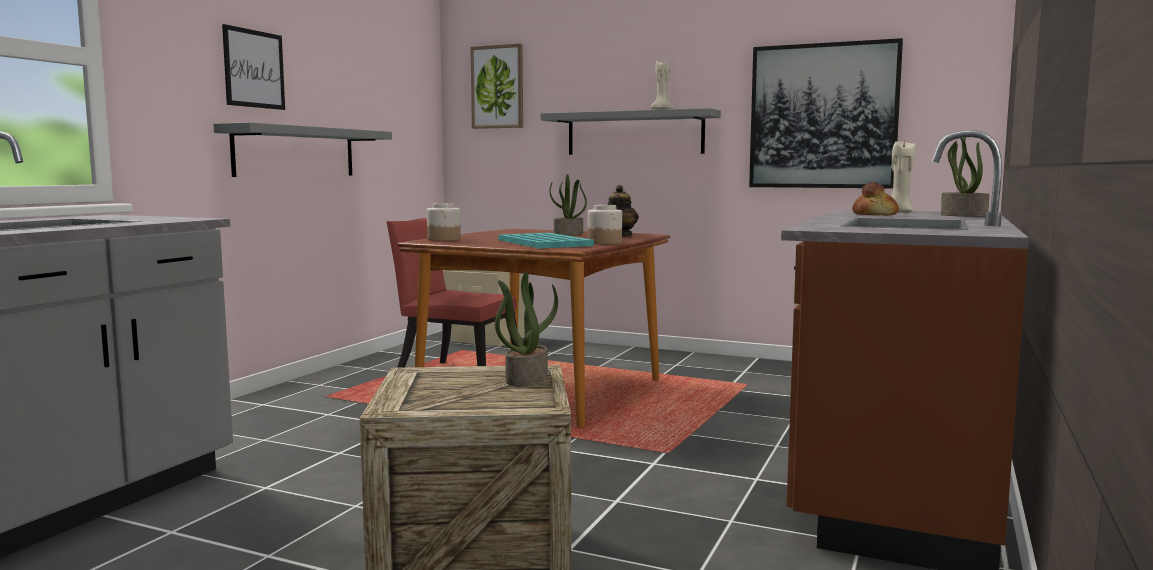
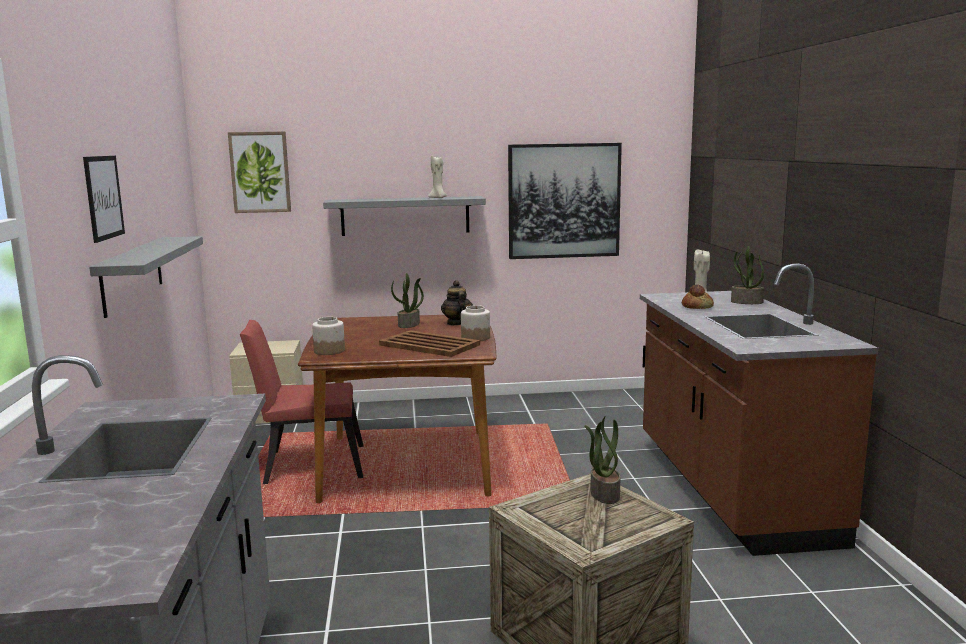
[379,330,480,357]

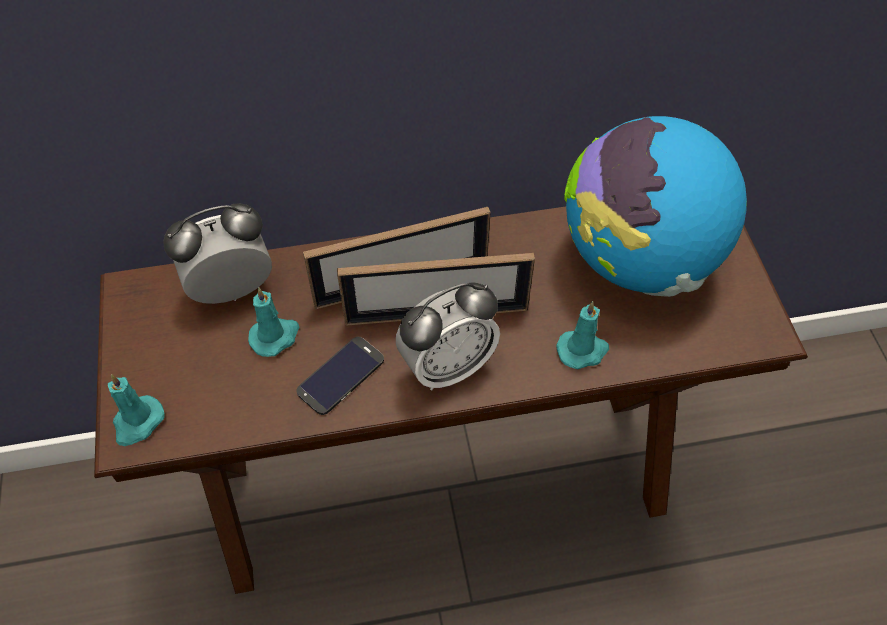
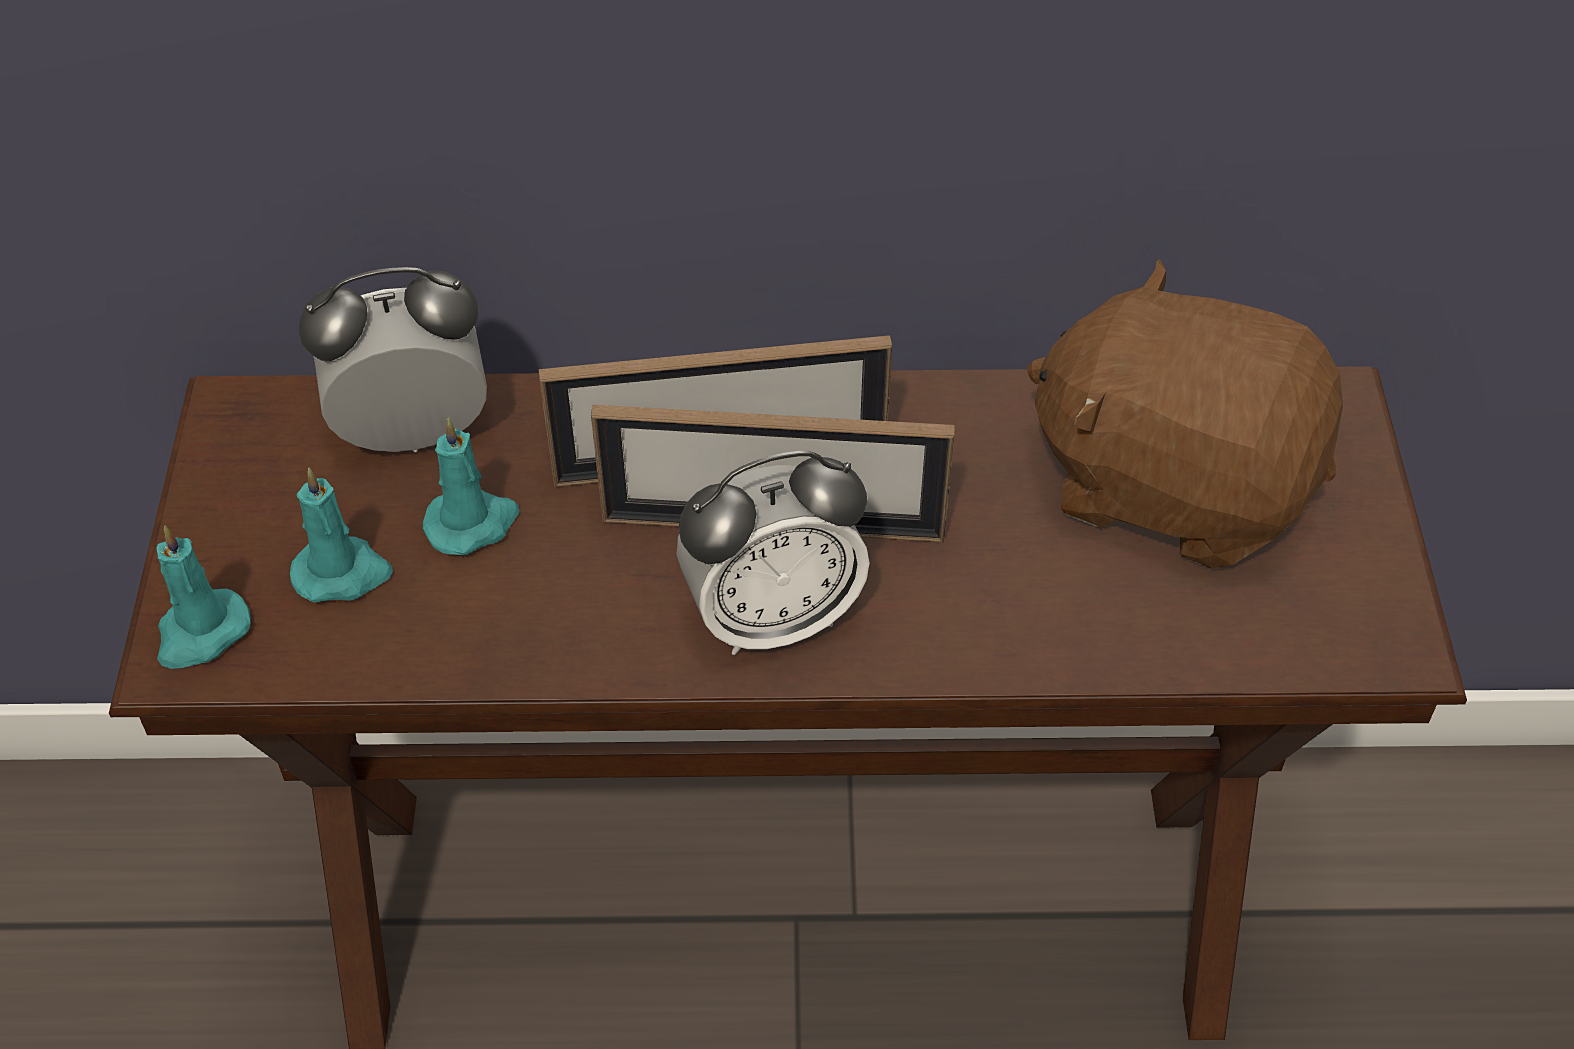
[296,337,384,415] (first image)
[290,467,393,603]
[1027,259,1343,569]

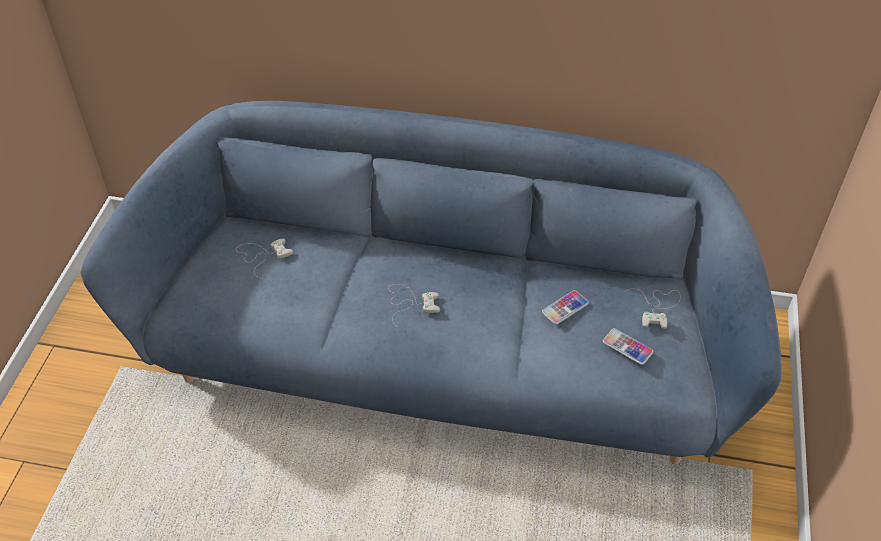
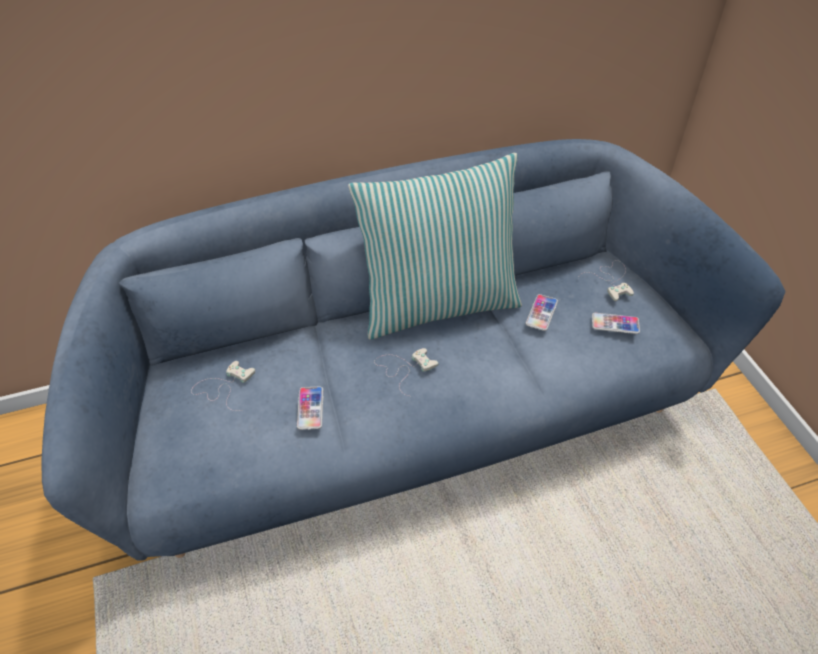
[297,387,323,430]
[348,153,522,340]

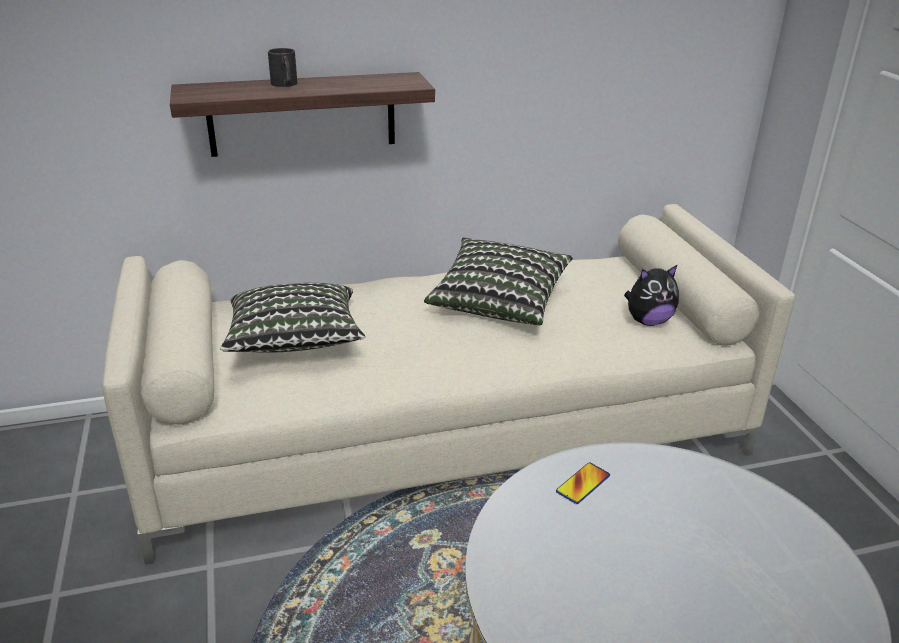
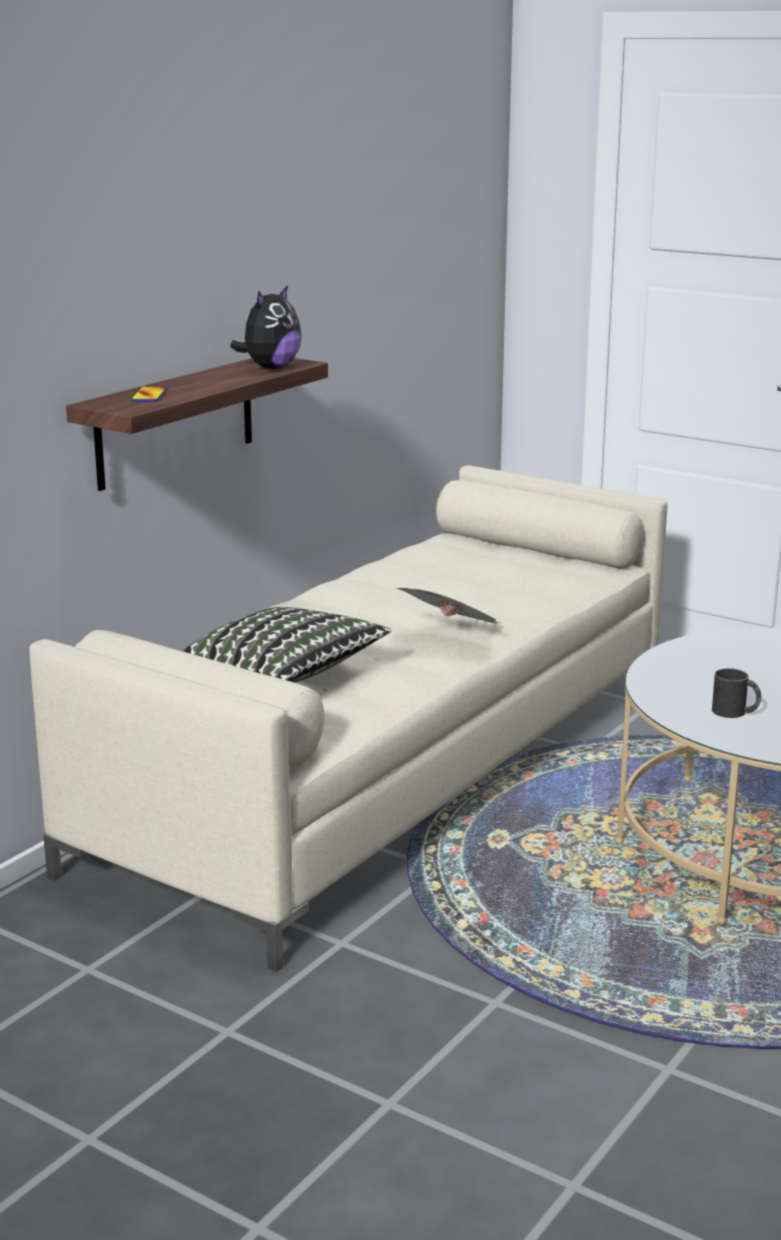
[712,668,761,718]
[424,237,573,326] (first image)
[131,386,168,402]
[230,285,302,369]
[396,588,502,623]

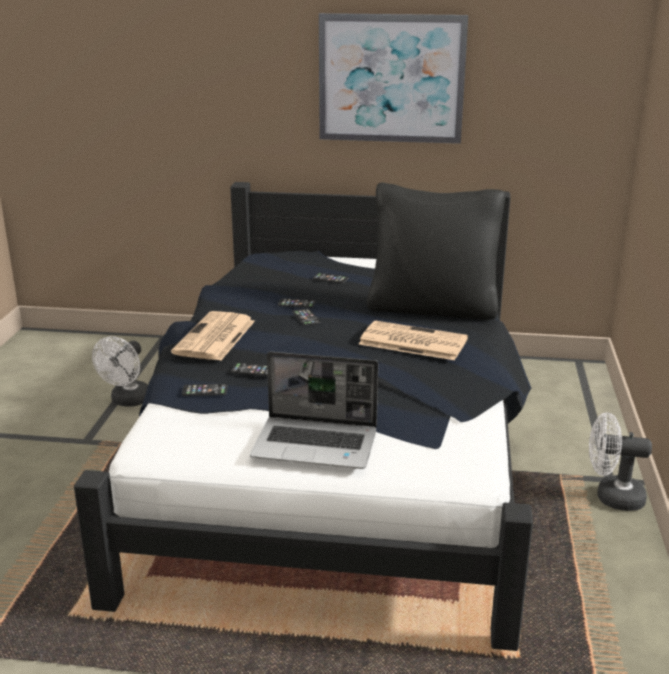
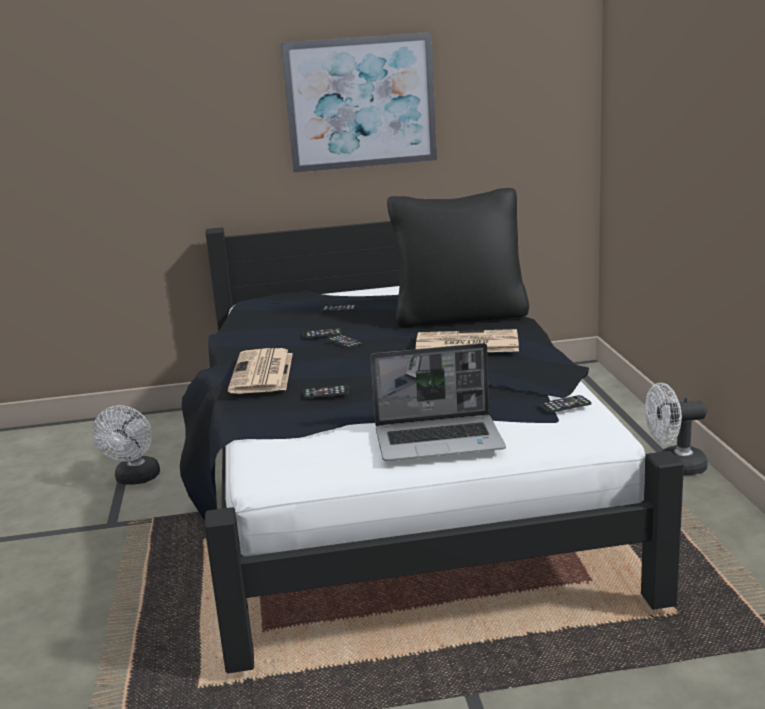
[539,395,592,413]

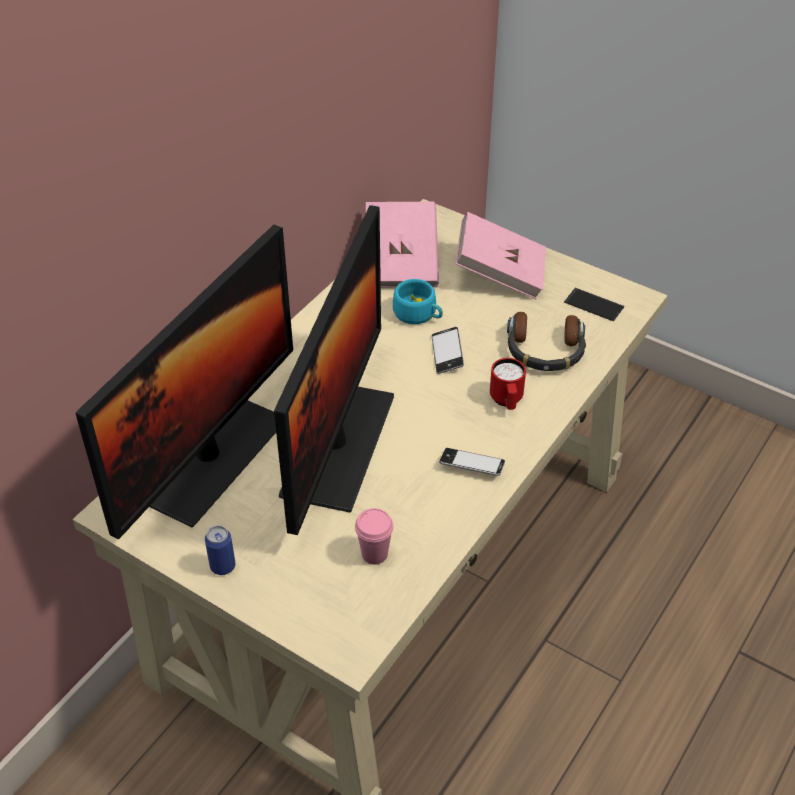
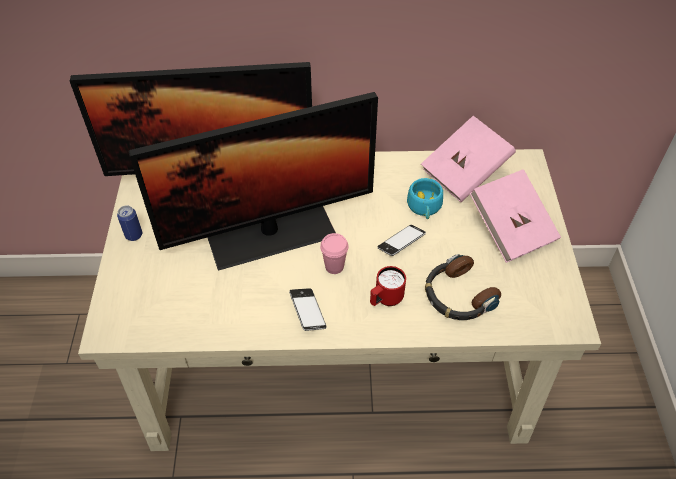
[320,233,349,274]
[564,288,624,321] (first image)

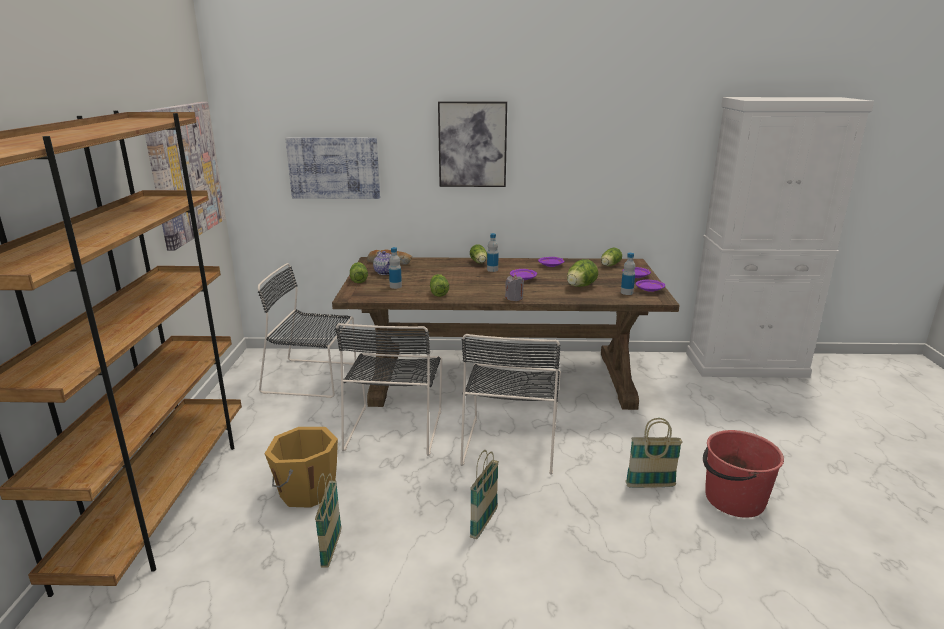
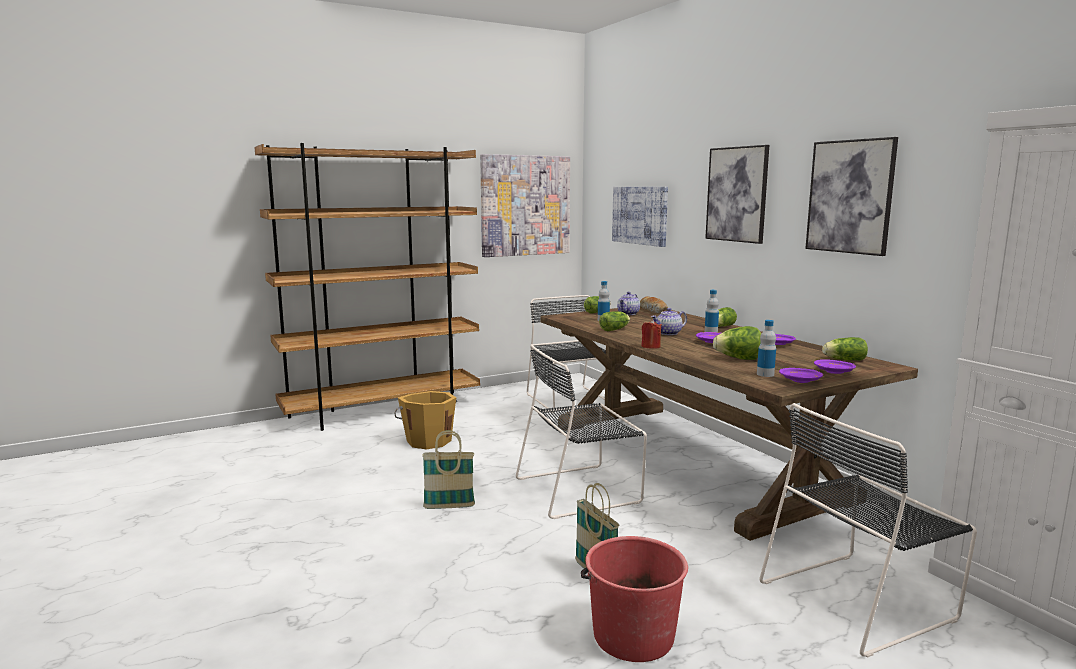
[315,473,341,568] (first image)
[759,403,977,658]
[641,319,662,349]
[651,308,687,335]
[805,137,898,256]

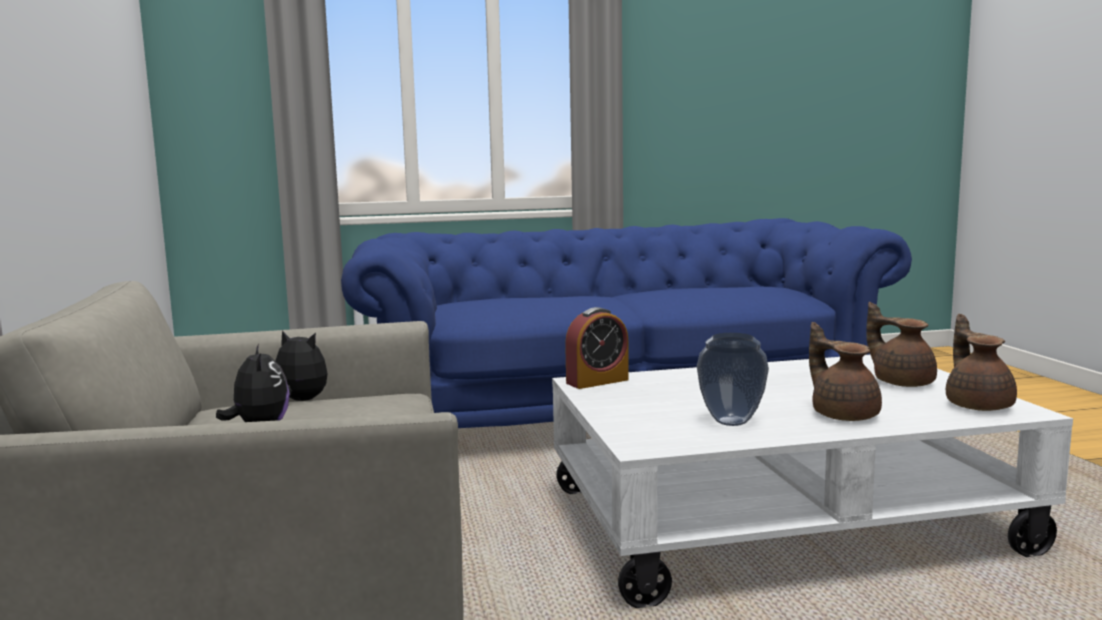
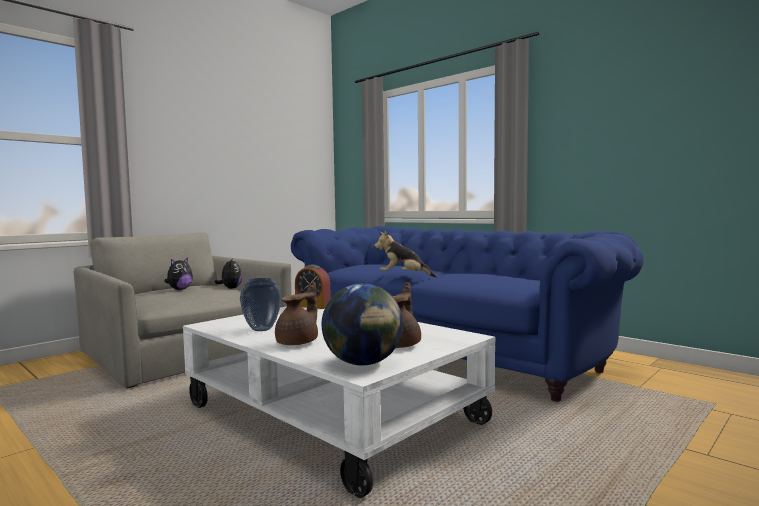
[322,283,403,366]
[375,231,437,277]

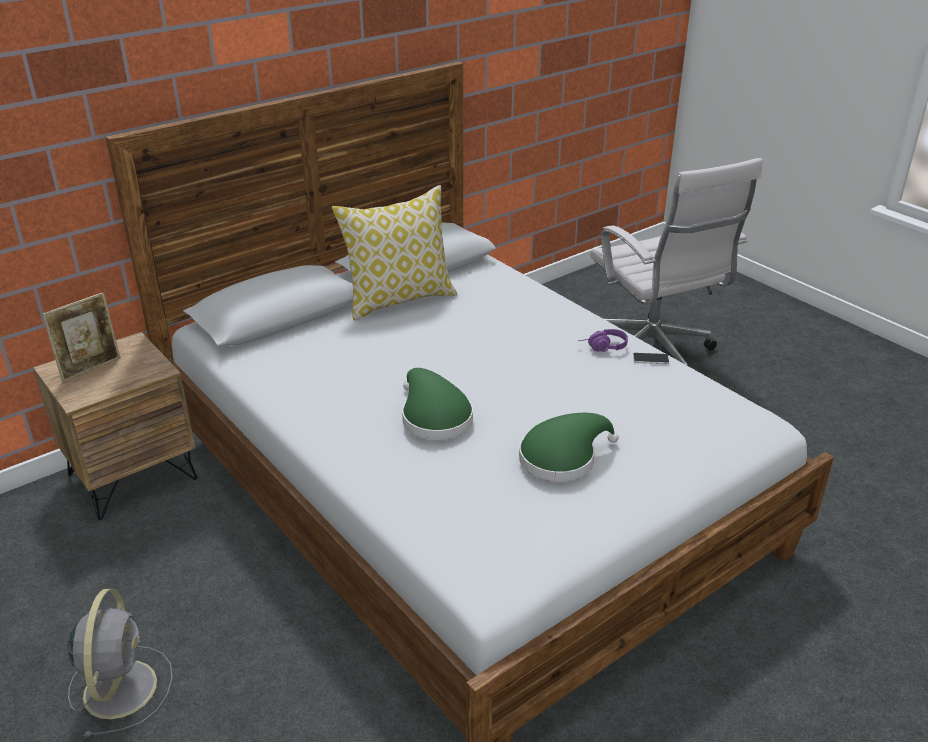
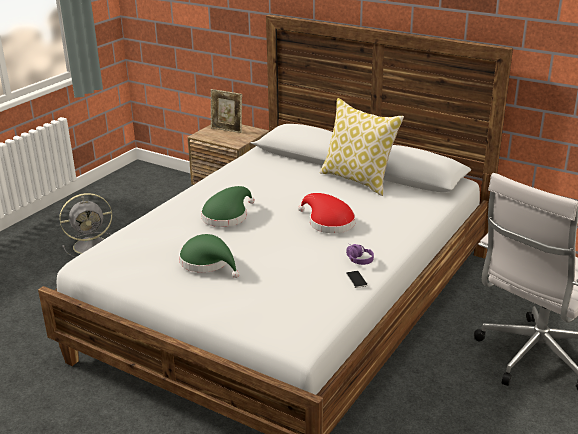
[298,193,355,233]

